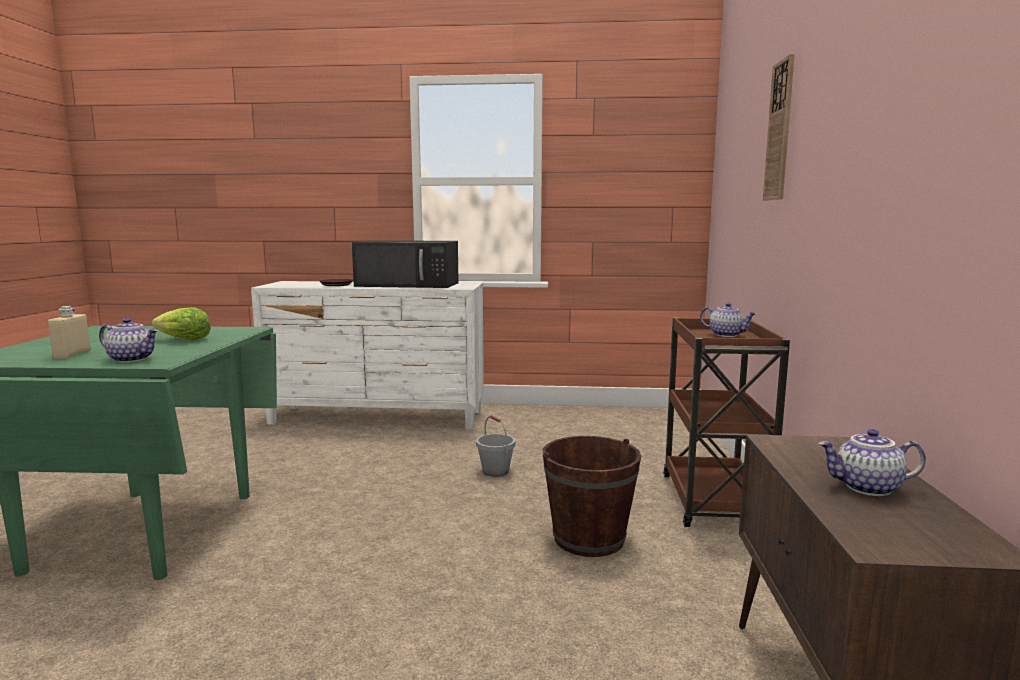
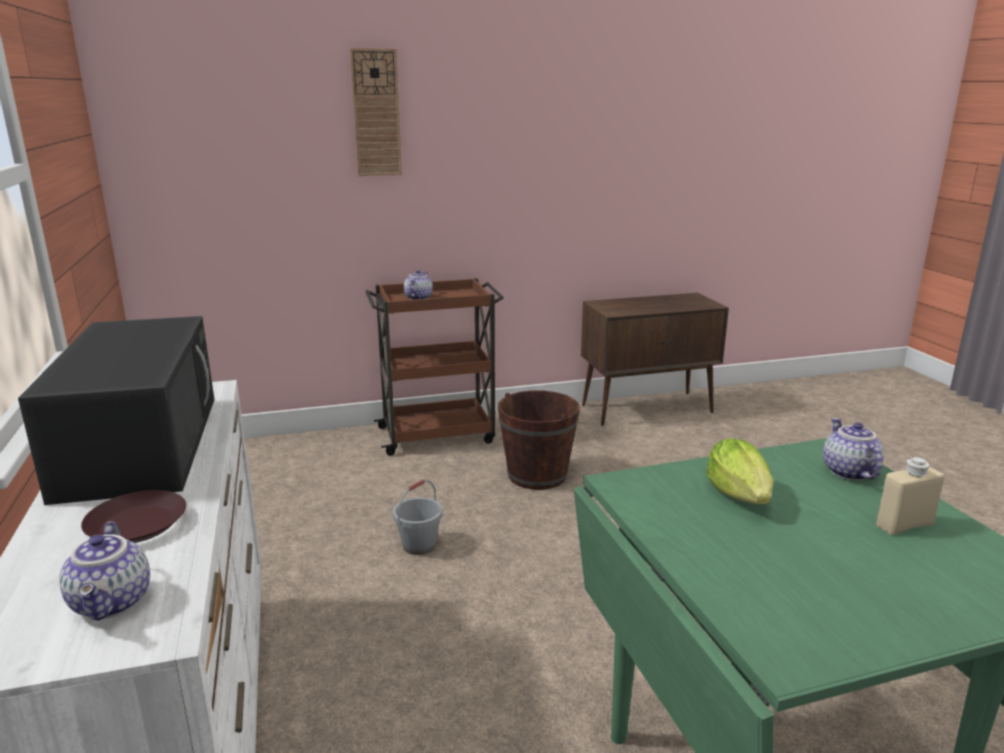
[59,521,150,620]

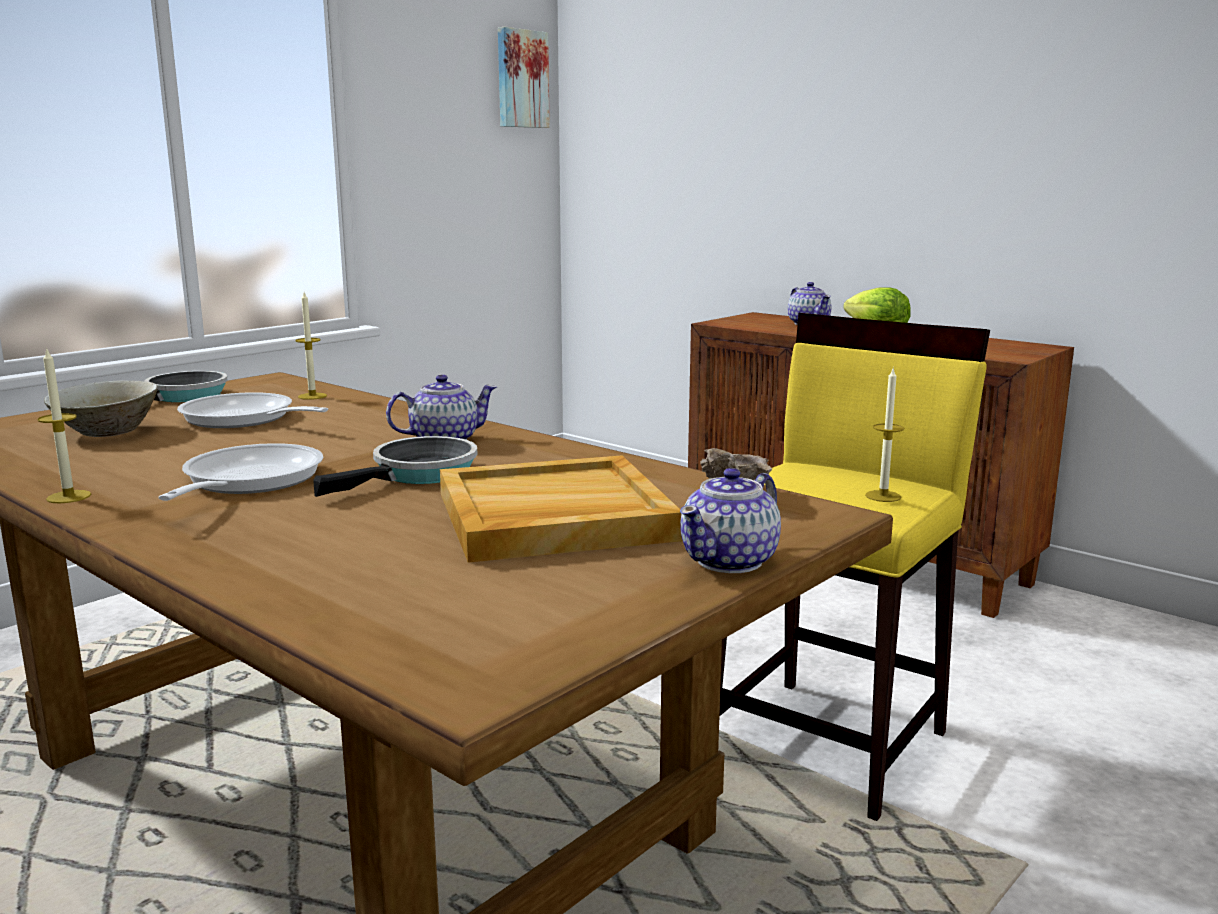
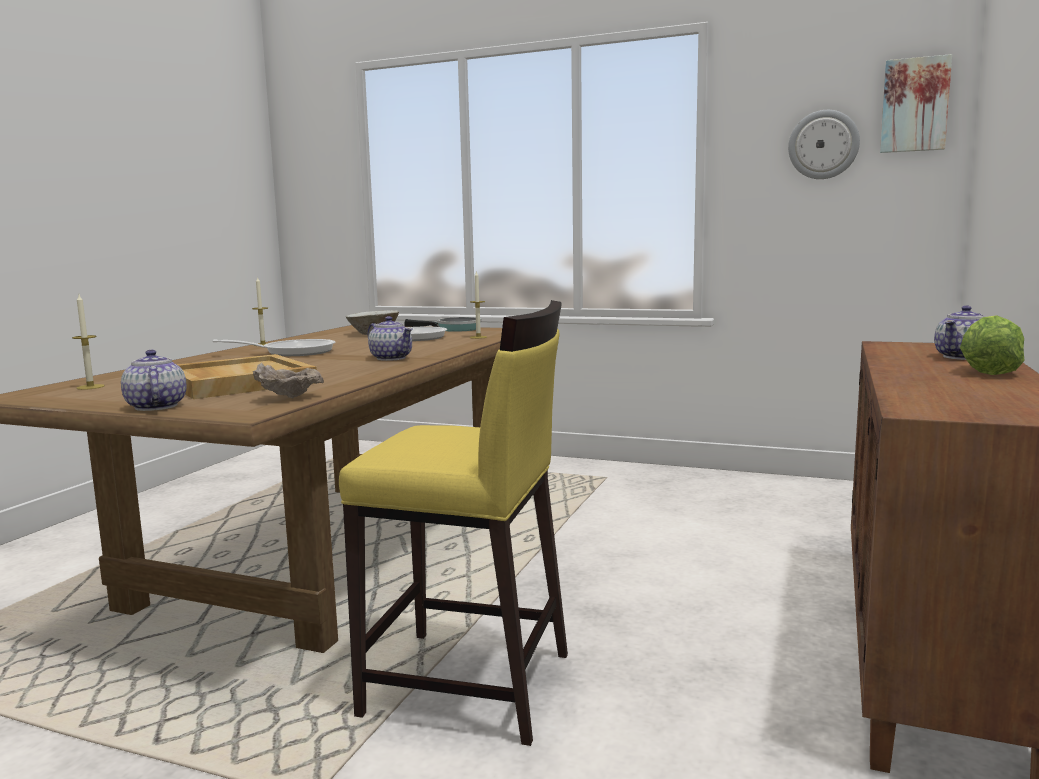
[313,436,477,497] (first image)
[121,350,186,411]
[72,295,105,390]
[788,110,860,179]

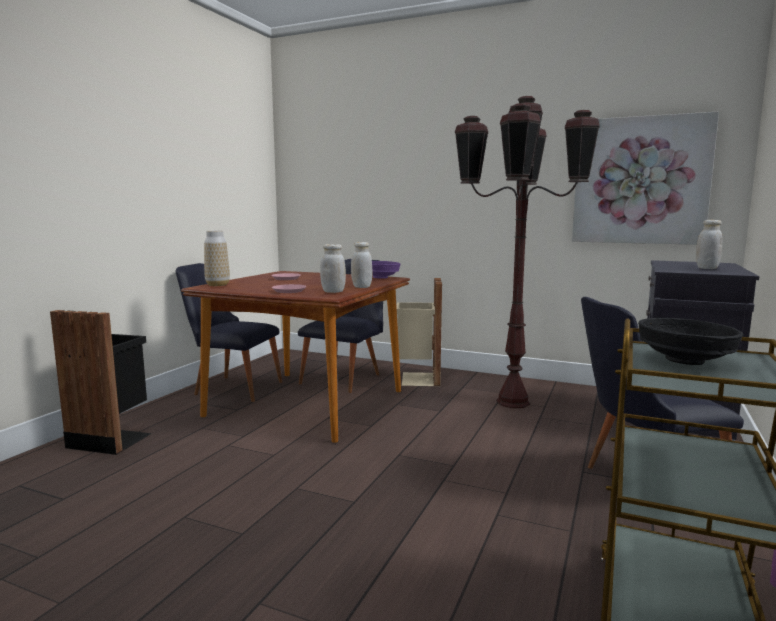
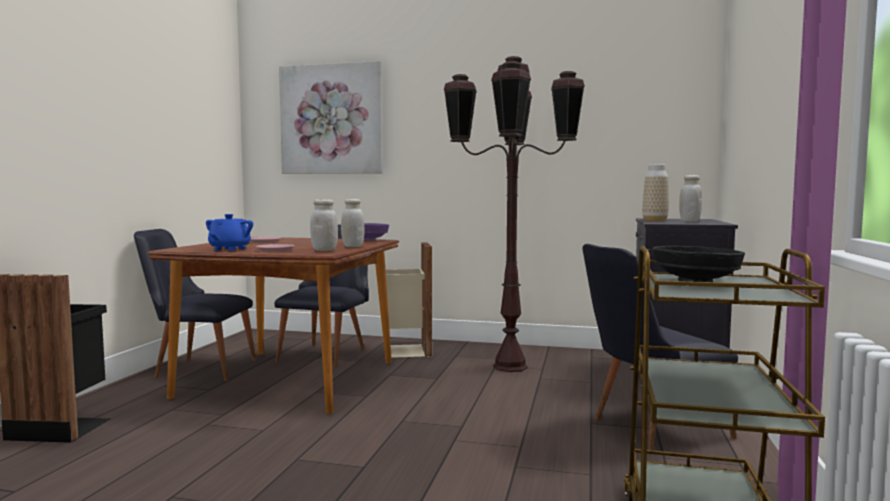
[642,165,669,222]
[279,61,383,174]
[206,214,253,251]

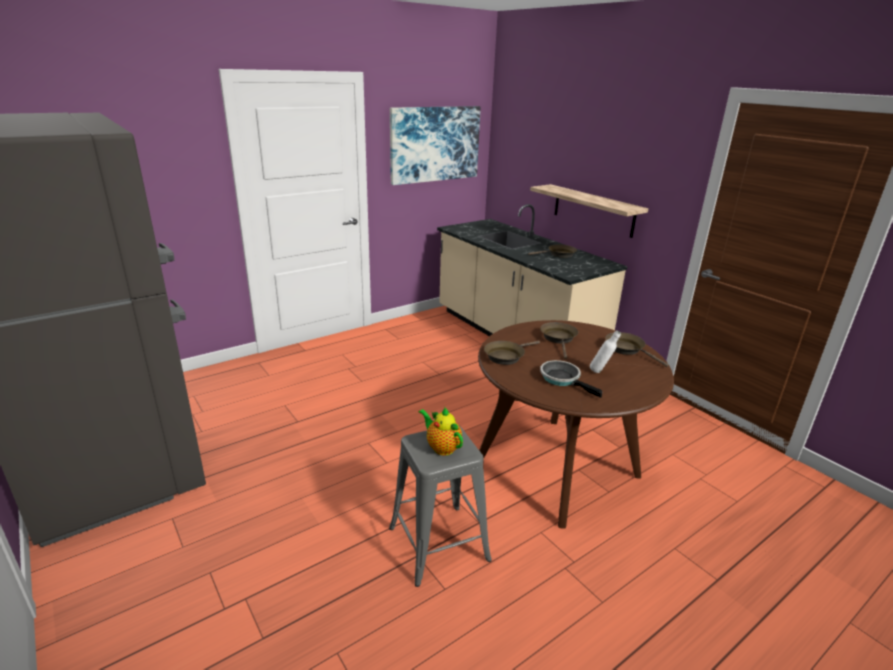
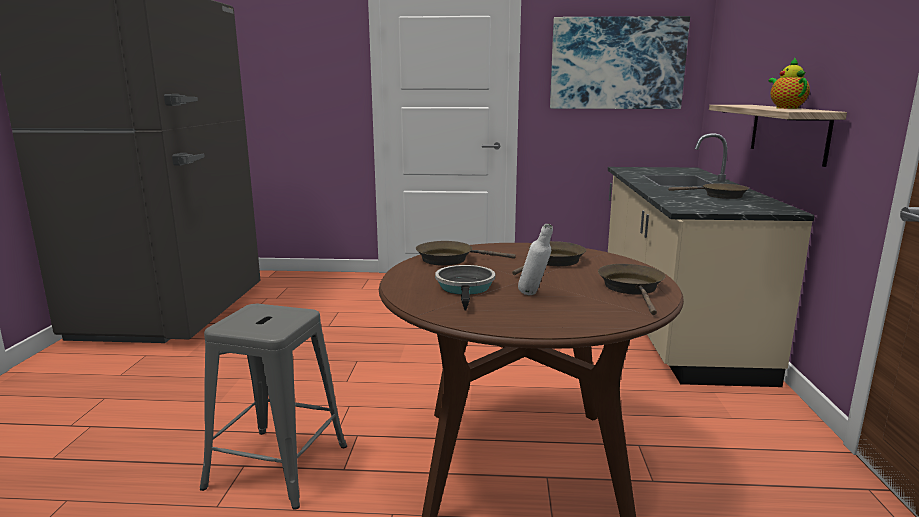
[769,57,810,109]

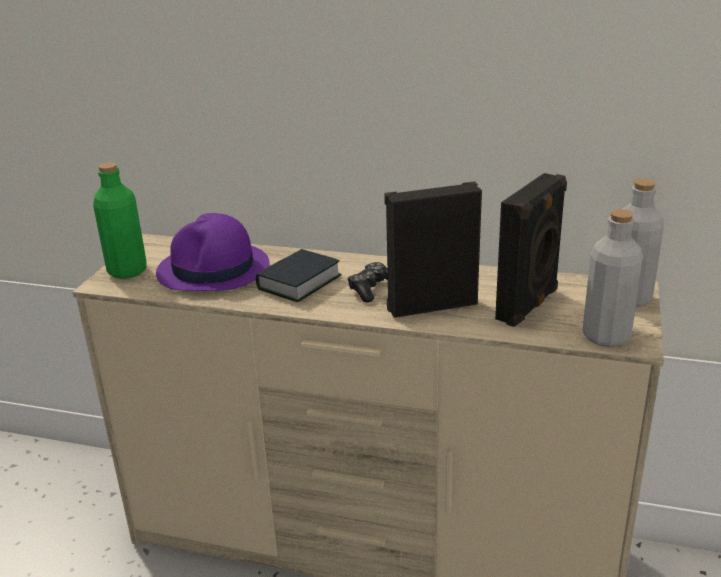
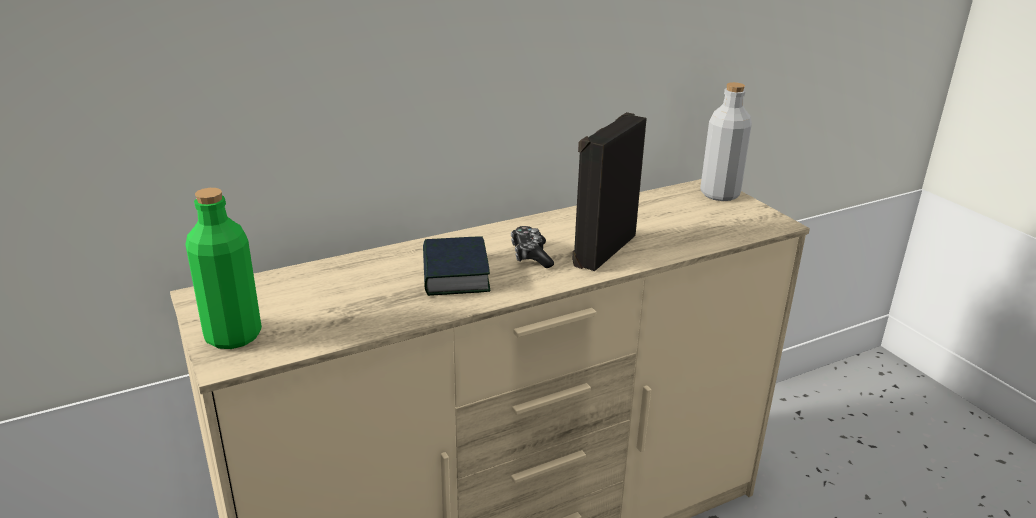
[156,213,269,291] (first image)
[495,173,567,327] (first image)
[582,209,643,347] (first image)

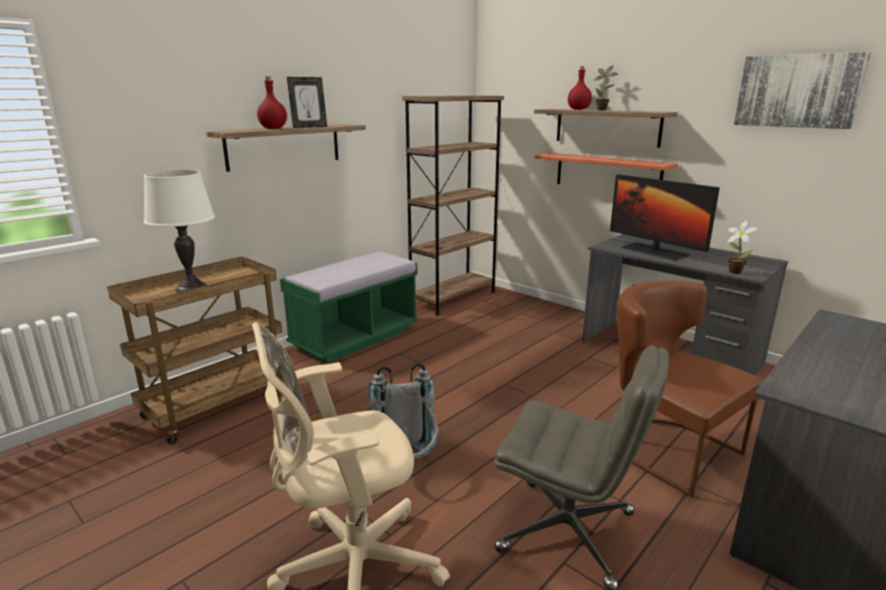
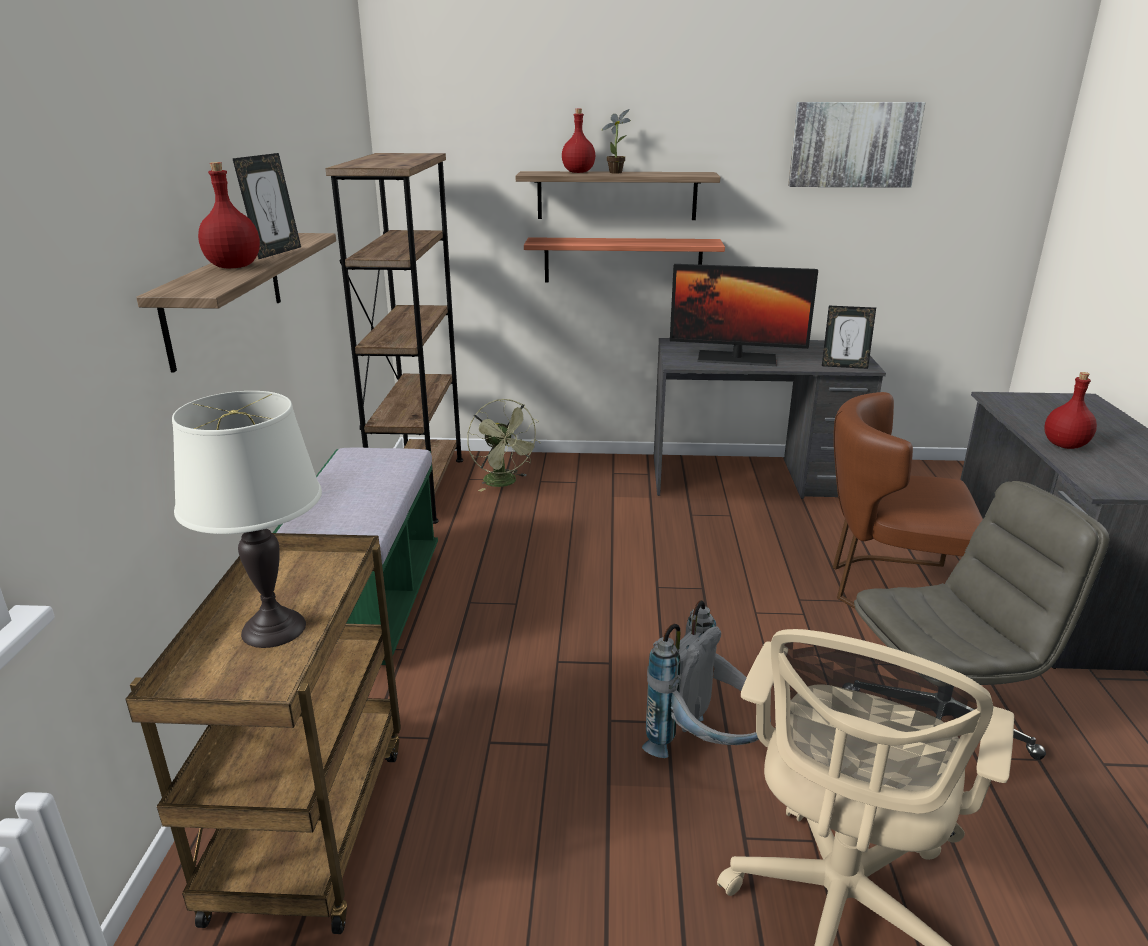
[822,306,876,369]
[467,399,540,492]
[1045,372,1097,449]

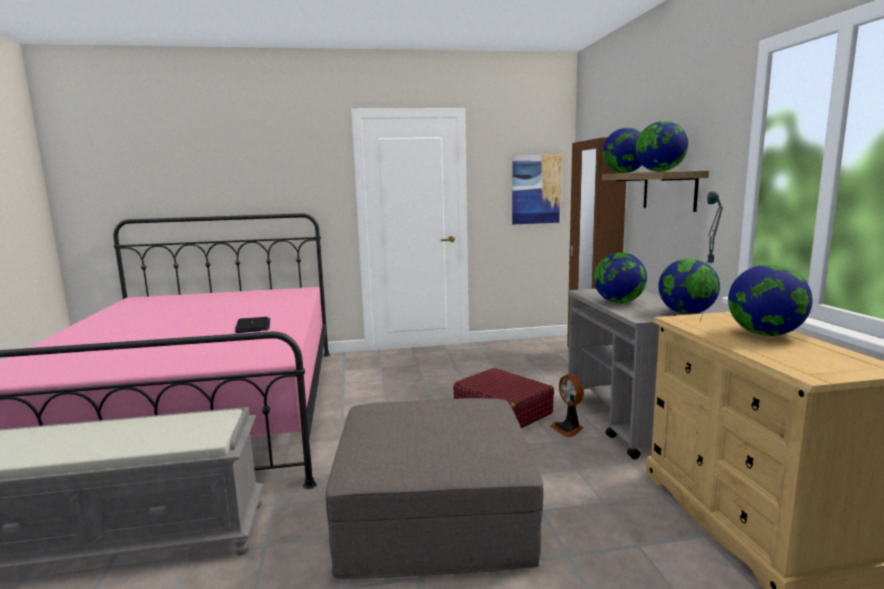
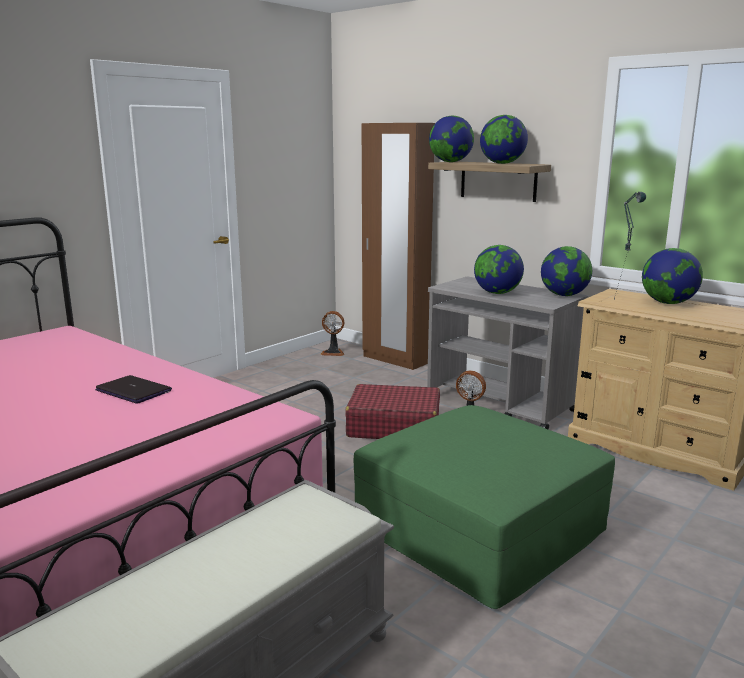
[354,405,615,609]
[512,155,562,224] (first image)
[320,311,344,356]

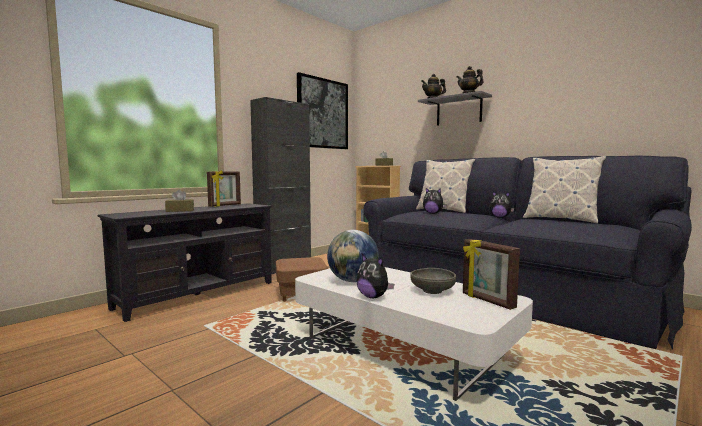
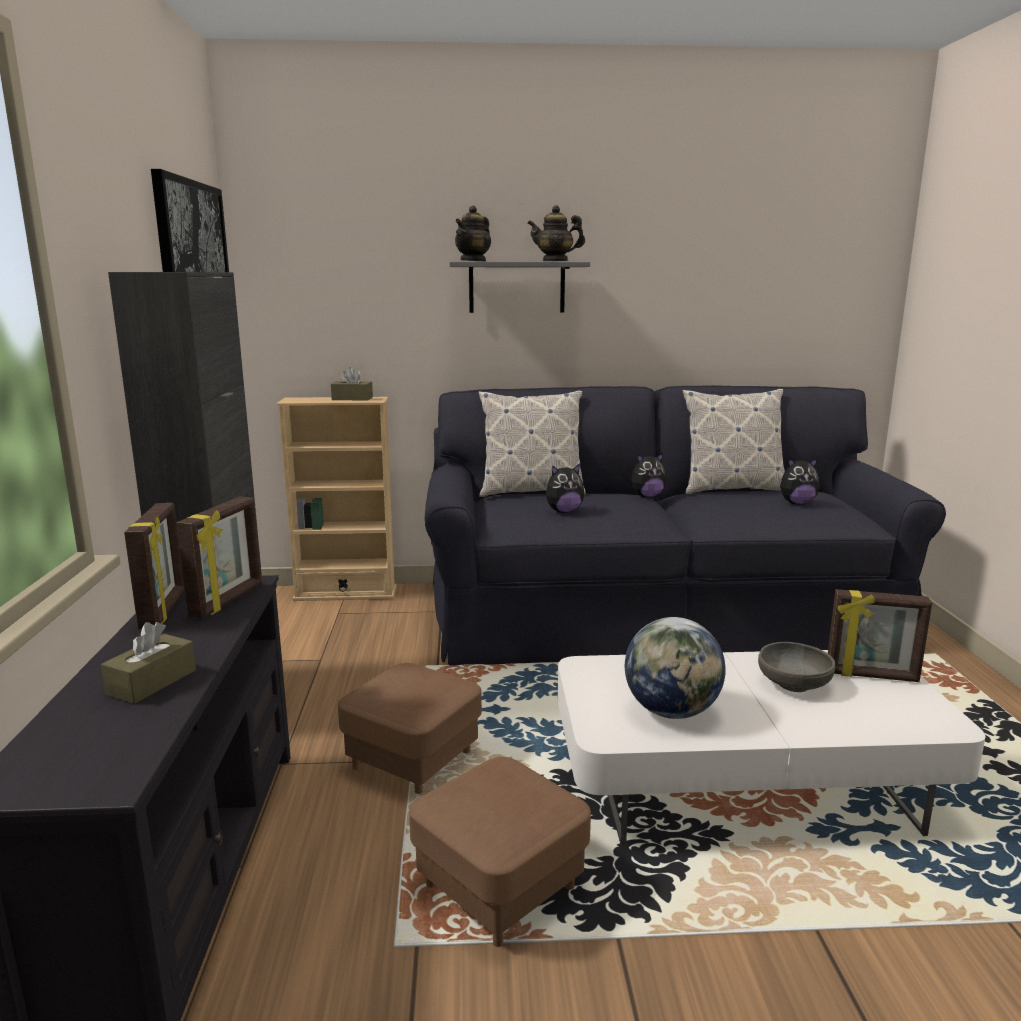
[780,458,820,505]
[177,496,262,619]
[409,757,591,947]

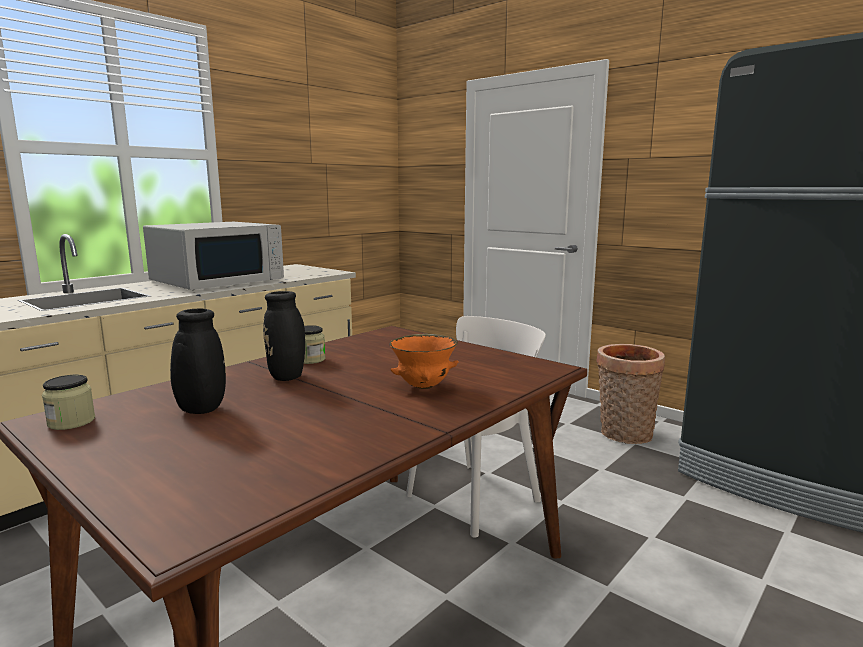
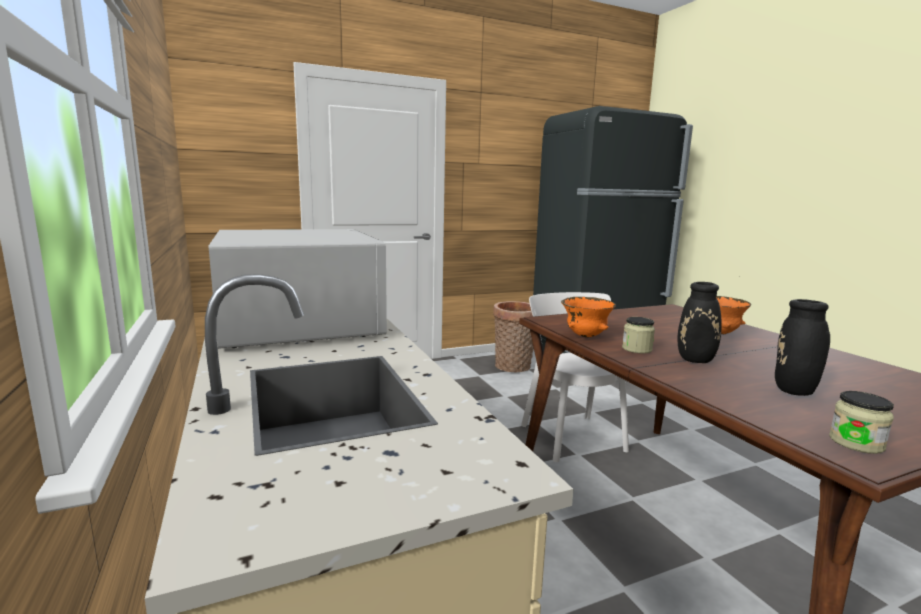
[561,297,616,337]

